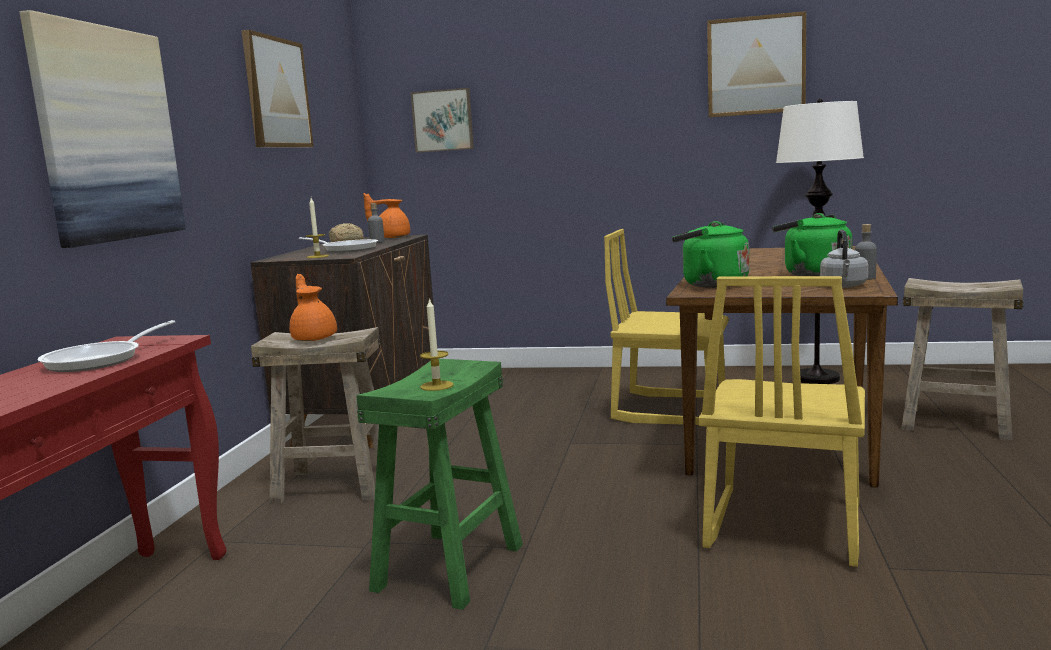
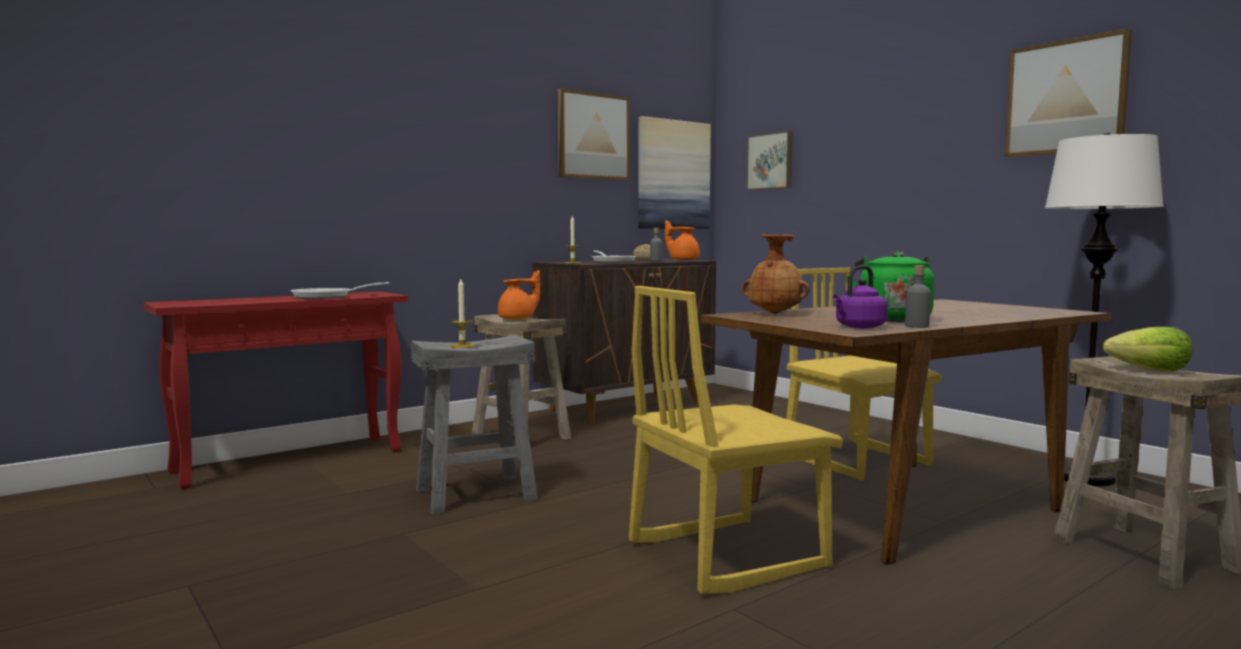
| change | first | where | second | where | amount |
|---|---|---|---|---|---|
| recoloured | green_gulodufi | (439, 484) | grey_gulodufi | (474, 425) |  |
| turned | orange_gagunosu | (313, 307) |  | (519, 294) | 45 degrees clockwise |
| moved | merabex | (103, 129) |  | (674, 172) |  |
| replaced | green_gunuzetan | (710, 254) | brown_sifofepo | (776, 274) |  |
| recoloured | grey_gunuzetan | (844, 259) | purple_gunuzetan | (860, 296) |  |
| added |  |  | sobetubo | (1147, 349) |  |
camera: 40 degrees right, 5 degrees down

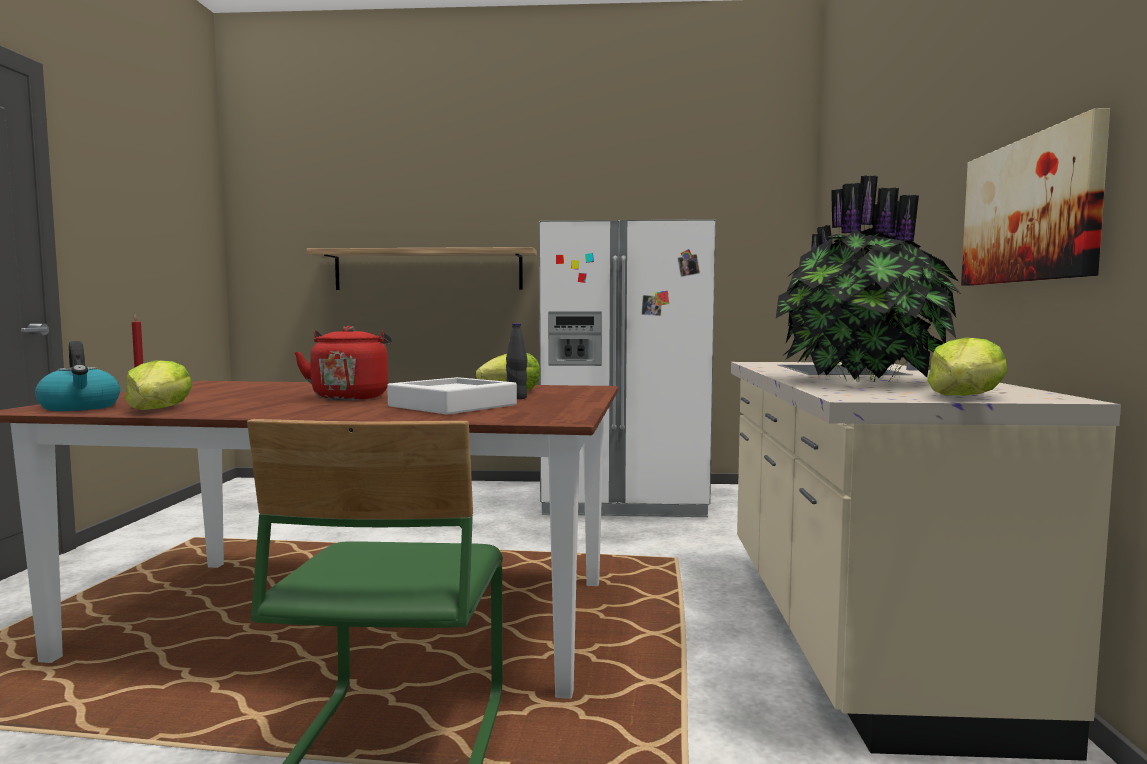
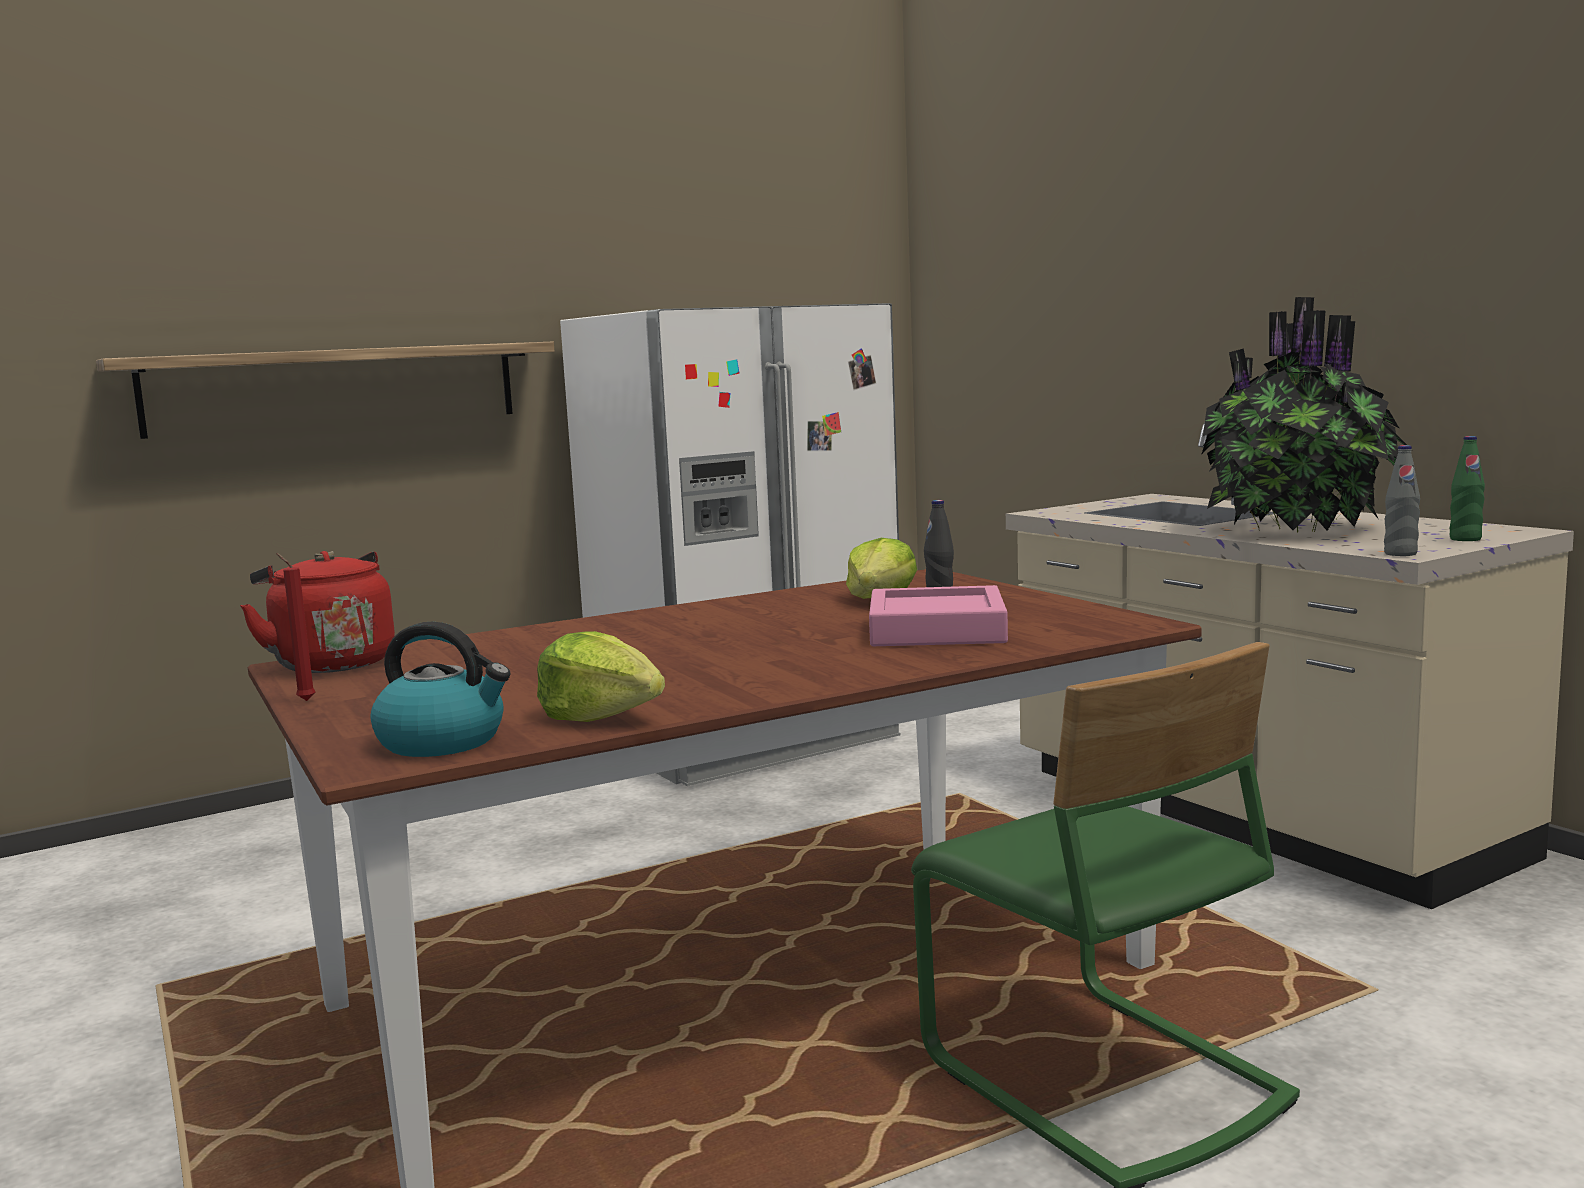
| change | first | where | second | where | amount |
|---|---|---|---|---|---|
| moved | red_gunuzetan | (343, 363) |  | (317, 612) |  |
| recoloured | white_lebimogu | (452, 396) | pink_lebimogu | (938, 615) |  |
| added |  |  | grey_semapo | (1402, 500) |  |
| replaced | sobetubo | (967, 366) | green_semapo | (1467, 488) |  |
| removed | merabex | (1035, 197) |  |  |  |
camera: 35 degrees left, 5 degrees up

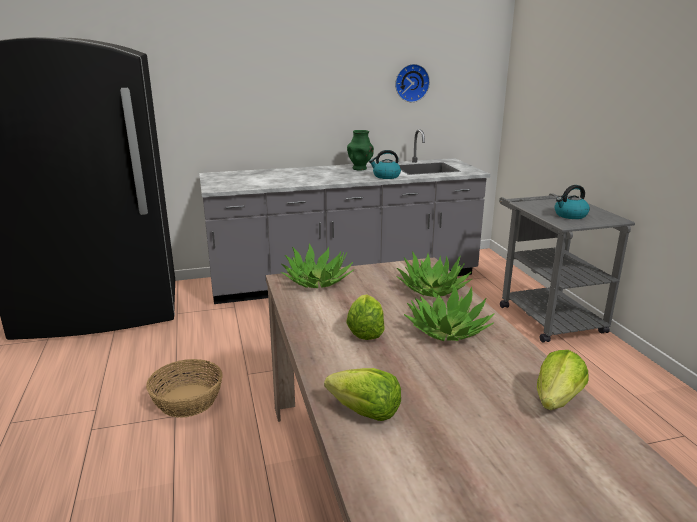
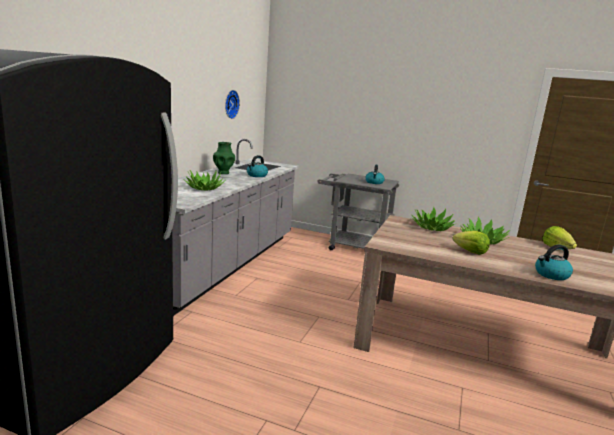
| change | first | where | second | where | amount |
|---|---|---|---|---|---|
| moved | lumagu | (317, 266) |  | (204, 180) |  |
| replaced | sobetubo | (362, 394) | gunuzetan | (554, 262) |  |
| removed | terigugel | (184, 388) |  |  |  |
camera: 55 degrees left, 5 degrees down

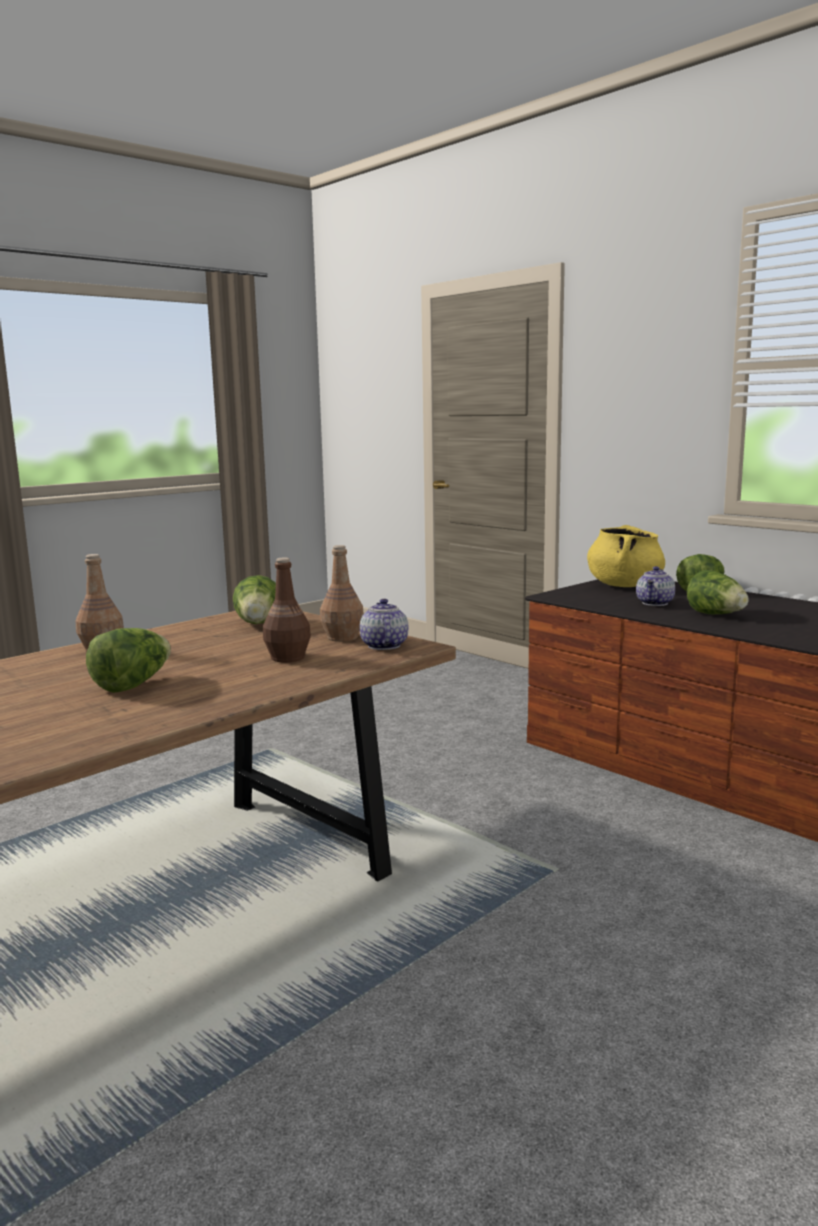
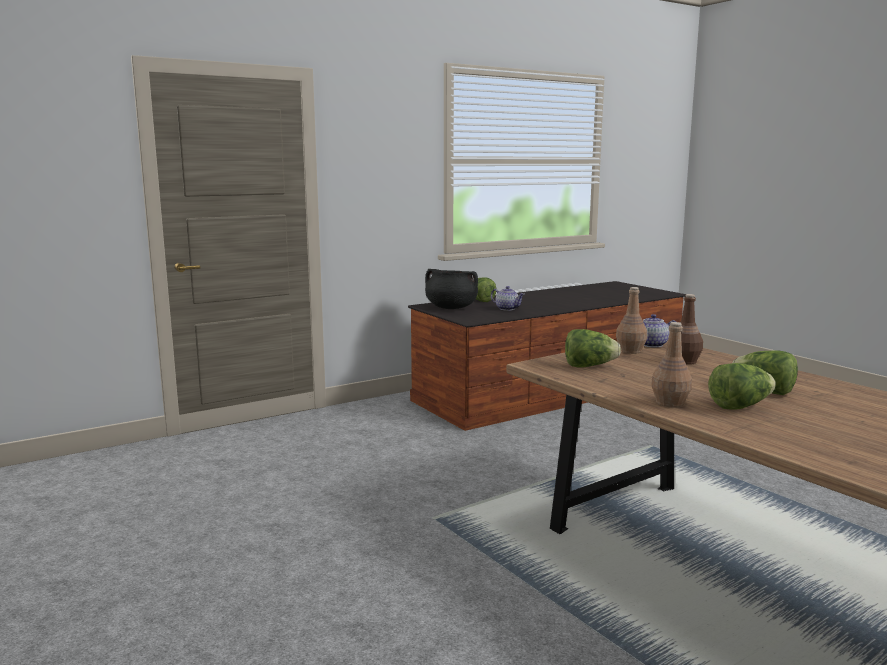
| change | first | where | second | where | amount |
|---|---|---|---|---|---|
| recoloured | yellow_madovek | (626, 556) | black_madovek | (451, 289) |  |
| moved | sobetubo | (718, 592) |  | (742, 386) |  |
camera: 80 degrees left, 0 degrees up

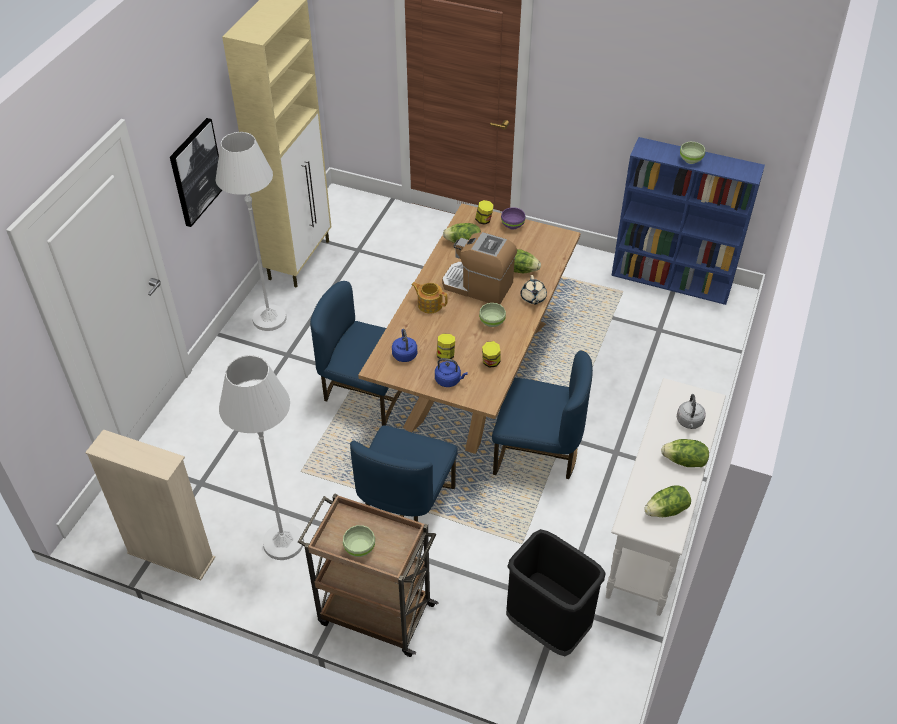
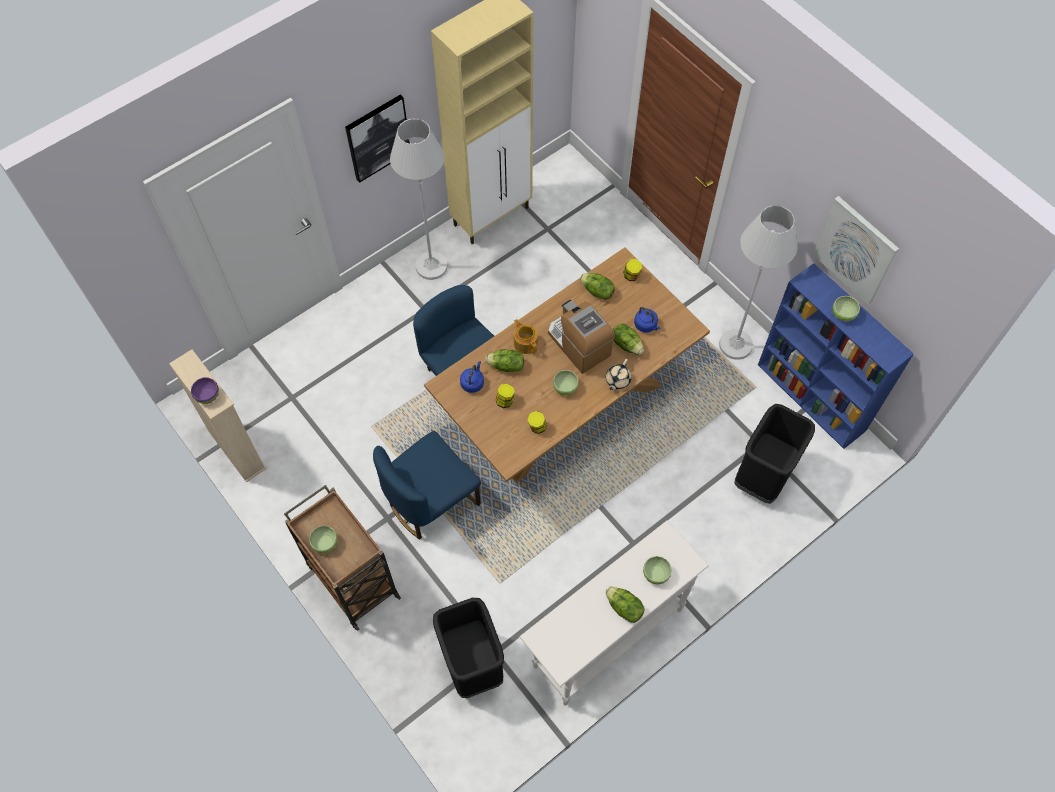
| change | first | where | second | where | amount |
|---|---|---|---|---|---|
| moved | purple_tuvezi | (513, 218) |  | (205, 391) |  |
| moved | sobetubo | (667, 501) |  | (504, 360) |  |
| moved | blue_gunuzetan | (451, 372) |  | (647, 320) |  |
| replaced | grey_gunuzetan | (691, 411) | green_tuvezi | (657, 570) |  |
| moved | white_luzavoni | (261, 457) |  | (758, 282) |  |
| added |  |  | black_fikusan | (774, 454) |  |
| added |  |  | merabex | (856, 250) |  |
| removed | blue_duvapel | (542, 415) |  |  |  |
camera: 30 degrees right, 15 degrees up

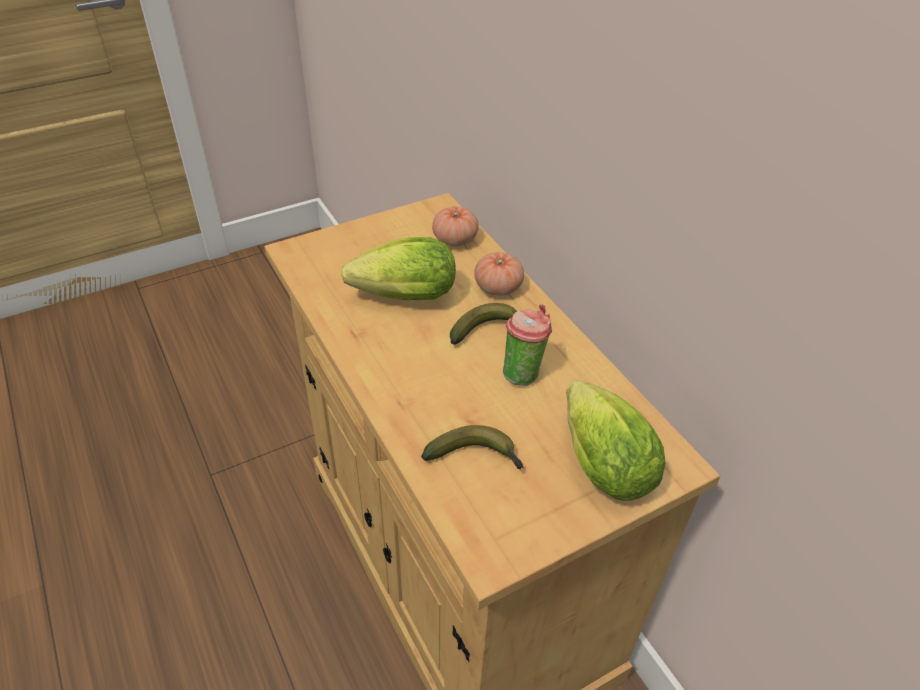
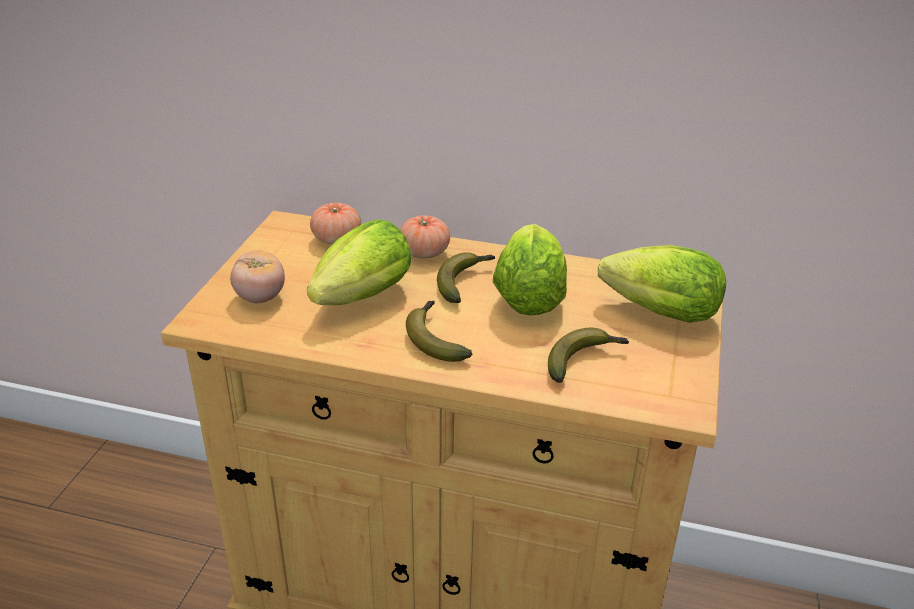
| change | first | where | second | where | amount |
|---|---|---|---|---|---|
| added |  |  | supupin | (257, 276) |  |
| added |  |  | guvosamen | (439, 331) |  |
| replaced | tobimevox | (527, 345) | sobetubo | (530, 269) |  |
camera: 45 degrees left, 10 degrees down

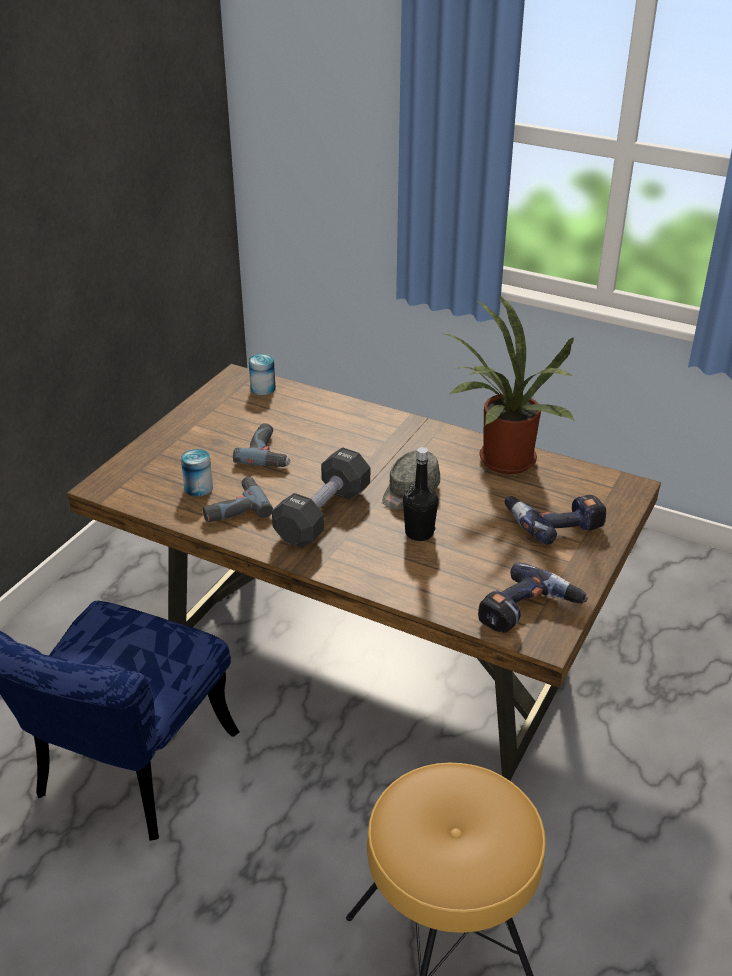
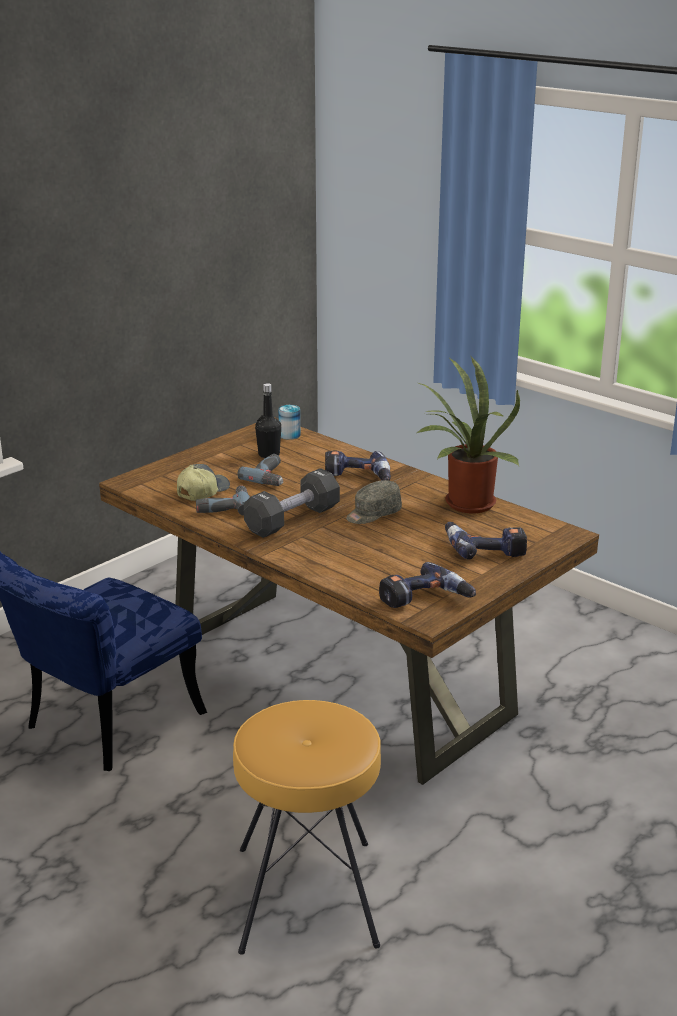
| change | first | where | second | where | amount |
|---|---|---|---|---|---|
| replaced | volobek | (197, 473) | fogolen | (203, 482) |  |
| moved | black_semapo | (420, 494) |  | (268, 420) |  |
| added |  |  | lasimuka | (358, 466) |  |
camera: 15 degrees right, 10 degrees down

